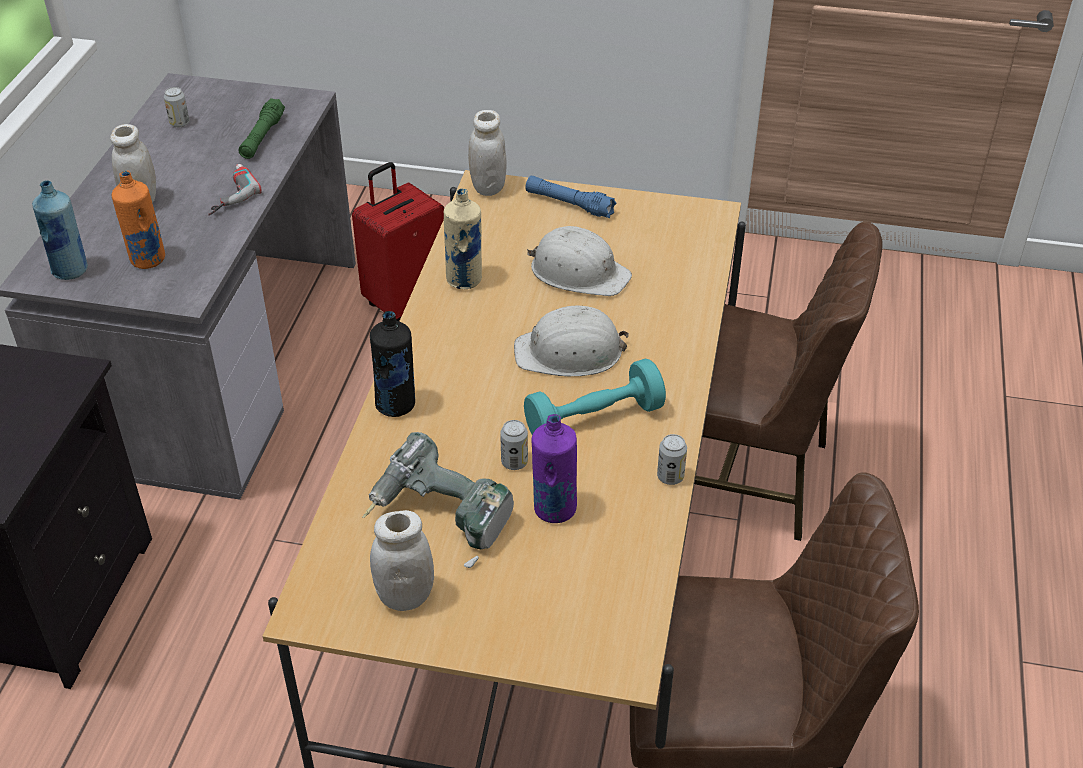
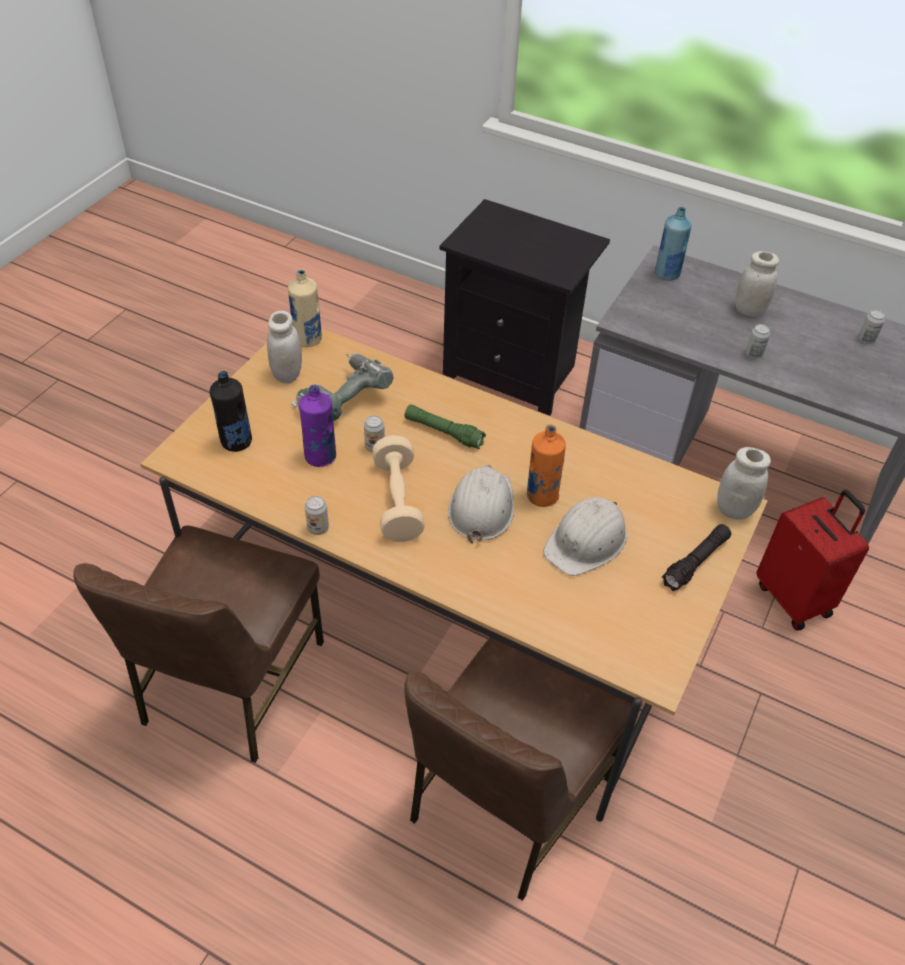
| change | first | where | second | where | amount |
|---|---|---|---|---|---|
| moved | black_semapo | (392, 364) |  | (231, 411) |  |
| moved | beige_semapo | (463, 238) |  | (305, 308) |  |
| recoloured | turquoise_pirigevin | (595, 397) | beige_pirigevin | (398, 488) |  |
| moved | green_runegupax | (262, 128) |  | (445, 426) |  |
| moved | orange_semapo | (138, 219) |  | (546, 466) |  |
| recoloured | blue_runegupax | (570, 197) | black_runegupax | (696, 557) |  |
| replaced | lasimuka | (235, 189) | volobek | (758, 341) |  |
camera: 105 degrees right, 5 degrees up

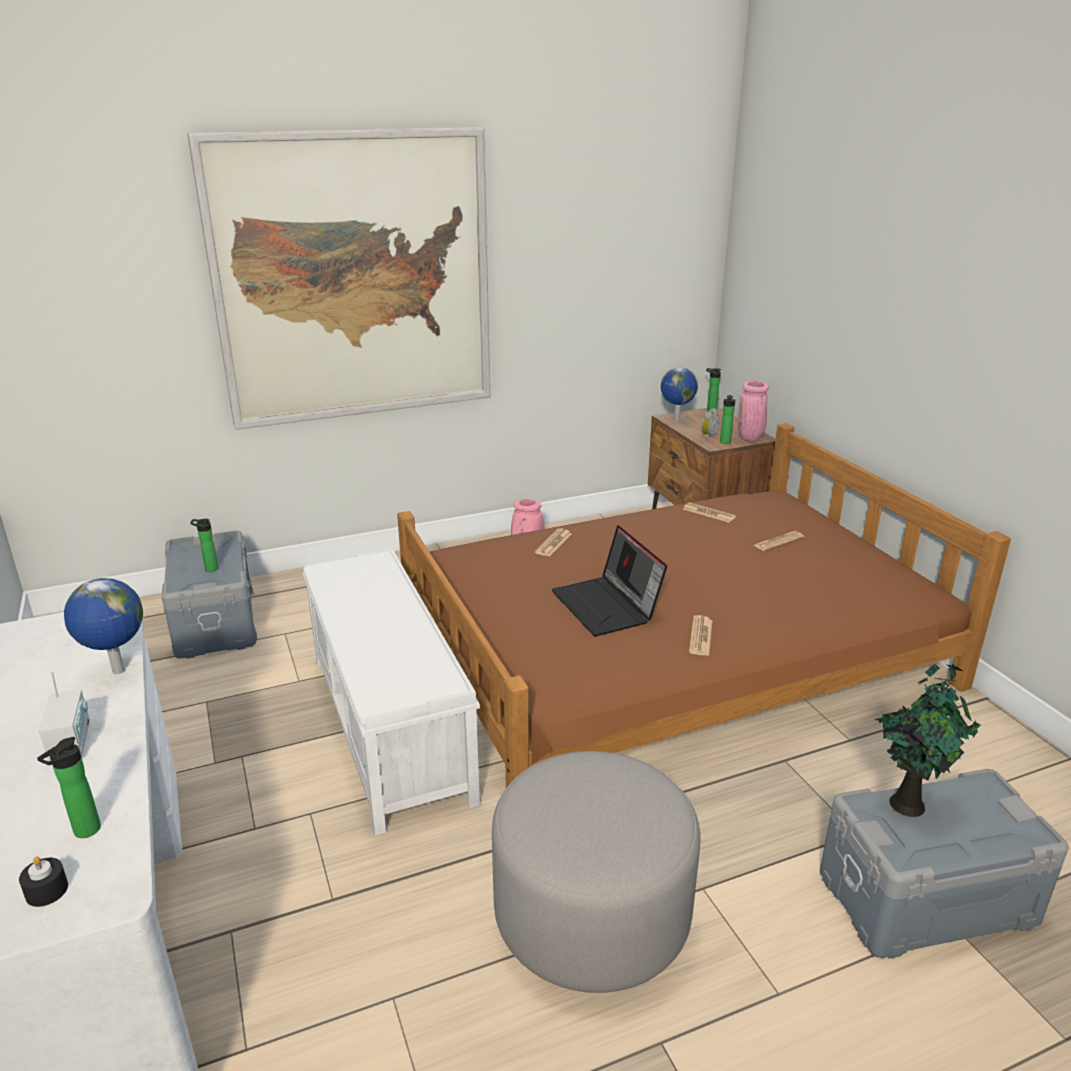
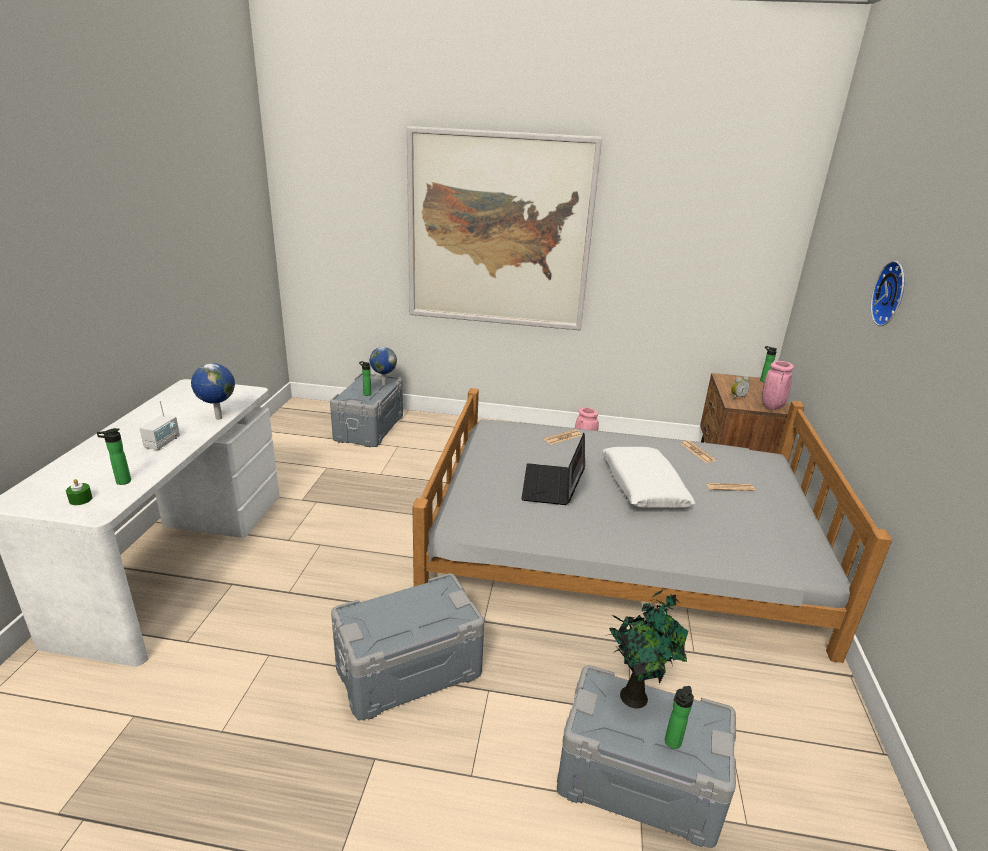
| change | first | where | second | where | amount |
|---|---|---|---|---|---|
| recoloured | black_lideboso | (43, 881) | green_lideboso | (79, 492) |  |
| replaced | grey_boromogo | (596, 872) | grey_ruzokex | (407, 646) |  |
| moved | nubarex | (679, 394) |  | (383, 366) |  |
| recoloured | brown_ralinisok | (704, 605) | grey_ralinisok | (652, 525) |  |
| added |  |  | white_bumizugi | (648, 477) |  |
| moved | semapo | (727, 419) |  | (679, 717) |  |
| added |  |  | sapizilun | (887, 293) |  |
| removed | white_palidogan | (391, 691) |  |  |  |
| removed | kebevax | (701, 635) |  |  |  |
camera: 30 degrees right, 0 degrees up

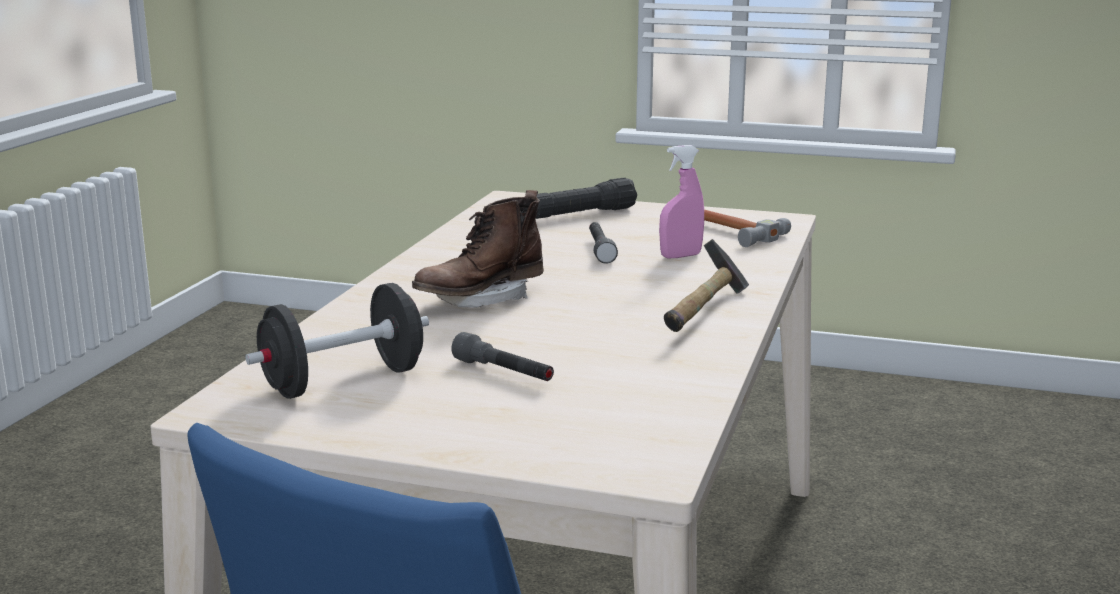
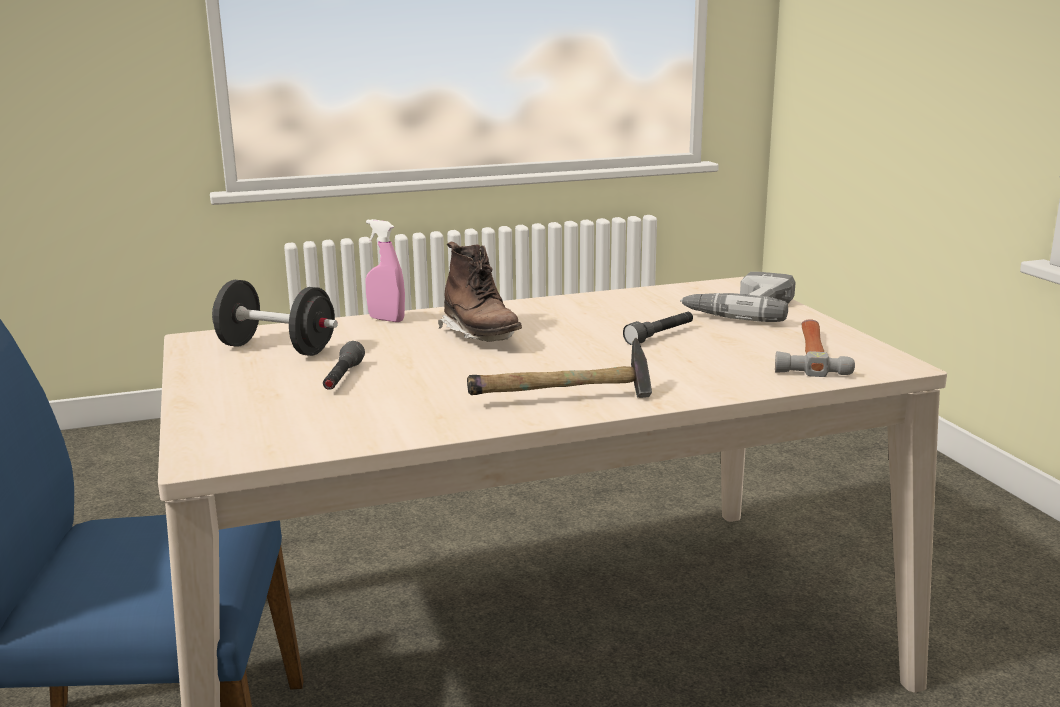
| change | first | where | second | where | amount |
|---|---|---|---|---|---|
| moved | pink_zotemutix | (681, 202) |  | (385, 270) |  |
| turned | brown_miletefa | (478, 249) |  | (480, 292) | 135 degrees counterclockwise |
| replaced | black_runegupax | (586, 198) | lasimuka | (738, 297) |  |
camera: 55 degrees right, 0 degrees up

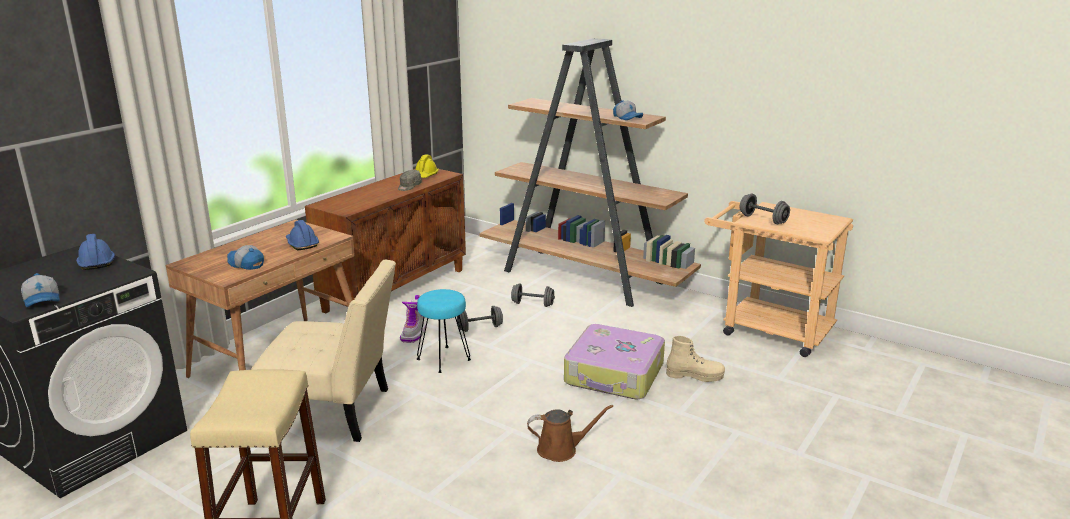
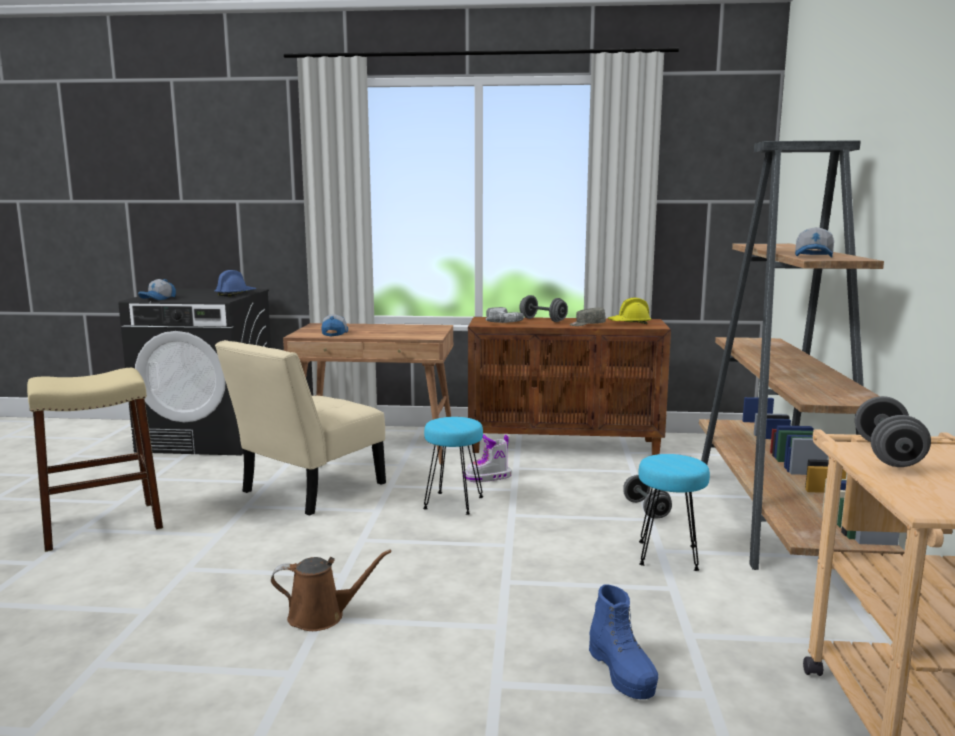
| change | first | where | second | where | amount |
|---|---|---|---|---|---|
| turned | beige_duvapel | (323, 351) |  | (300, 428) | 60 degrees clockwise |
| turned | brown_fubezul | (570, 433) |  | (331, 590) | 60 degrees counterclockwise |
| added |  |  | lasimuka | (504, 315) |  |
| moved | grey_pirigevin | (480, 319) |  | (544, 308) |  |
| recoloured | beige_miletefa | (695, 359) | blue_miletefa | (623, 641) |  |
| added |  |  | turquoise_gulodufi | (674, 512) |  |
| removed | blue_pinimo | (302, 235) |  |  |  |
| removed | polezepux | (614, 361) |  |  |  |
camera: 60 degrees right, 10 degrees down

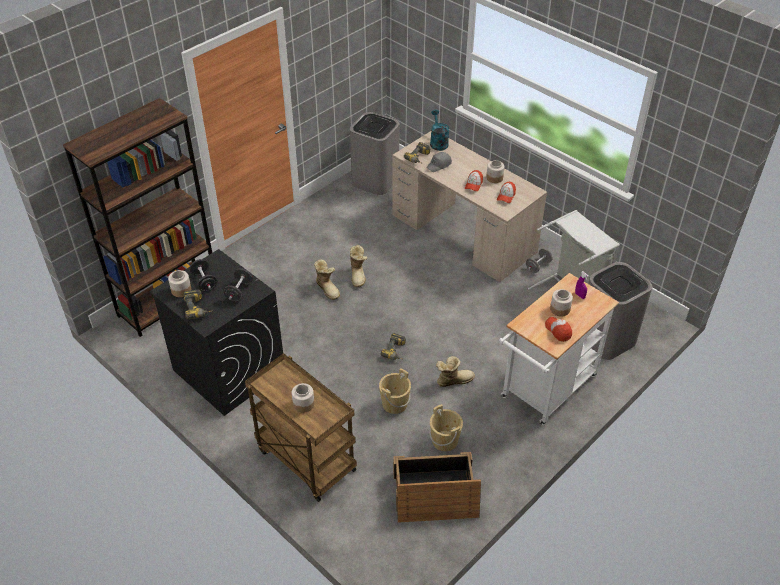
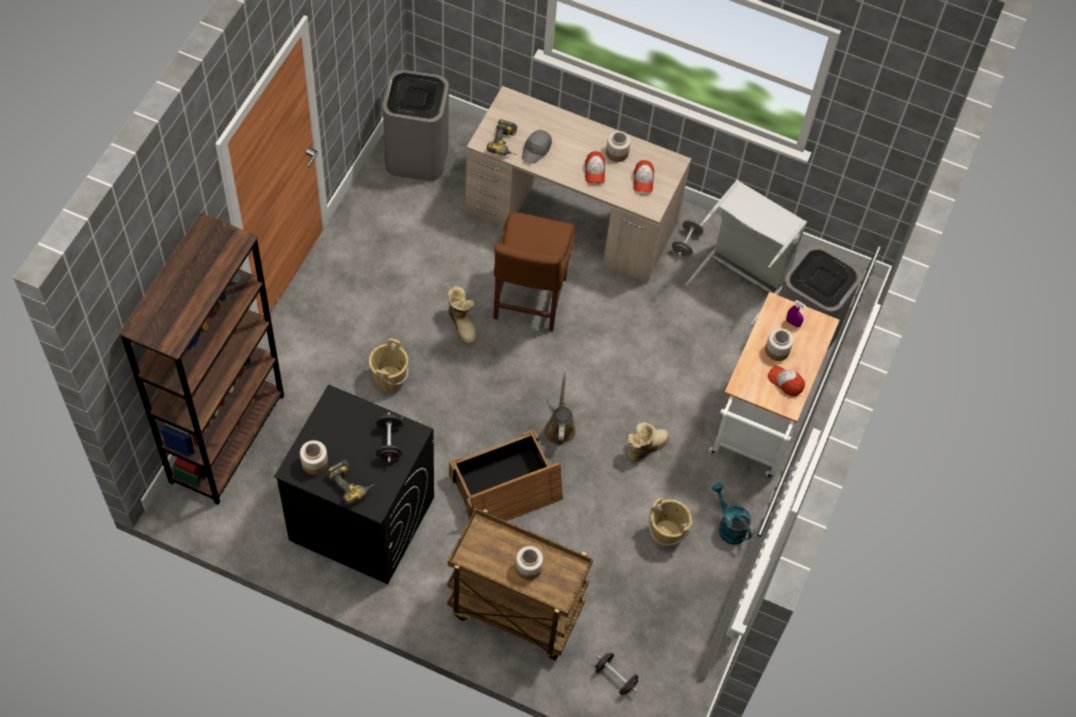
| change | first | where | second | where | amount |
|---|---|---|---|---|---|
| moved | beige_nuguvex | (395, 391) |  | (388, 365) |  |
| moved | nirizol | (437, 487) |  | (506, 475) |  |
| added |  |  | brown_duvapel | (534, 271) |  |
| replaced | lasimuka | (393, 346) | brown_fubezul | (560, 408) |  |
| moved | black_pirigevin | (203, 275) |  | (616, 674) |  |
| moved | turquoise_fubezul | (439, 130) |  | (732, 514) |  |
| removed | miletefa | (327, 279) |  |  |  |
camera: 25 degrees left, 15 degrees up

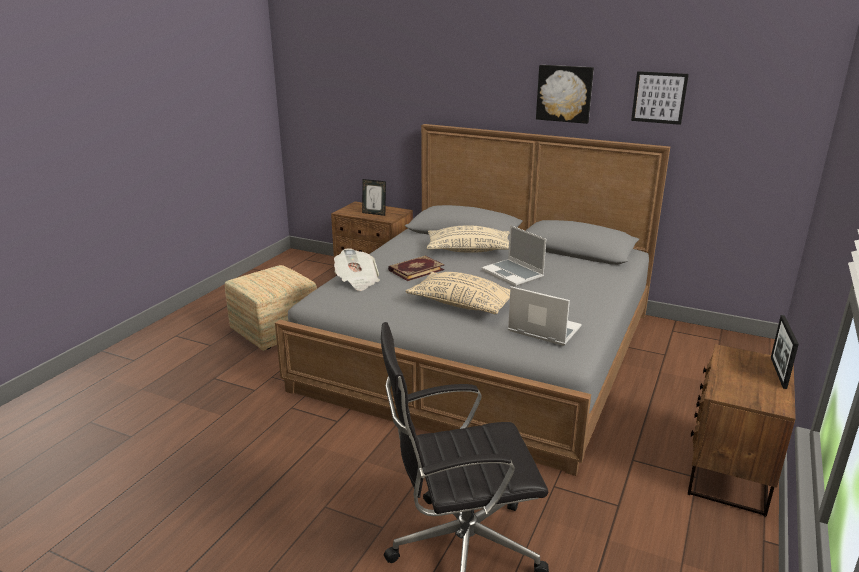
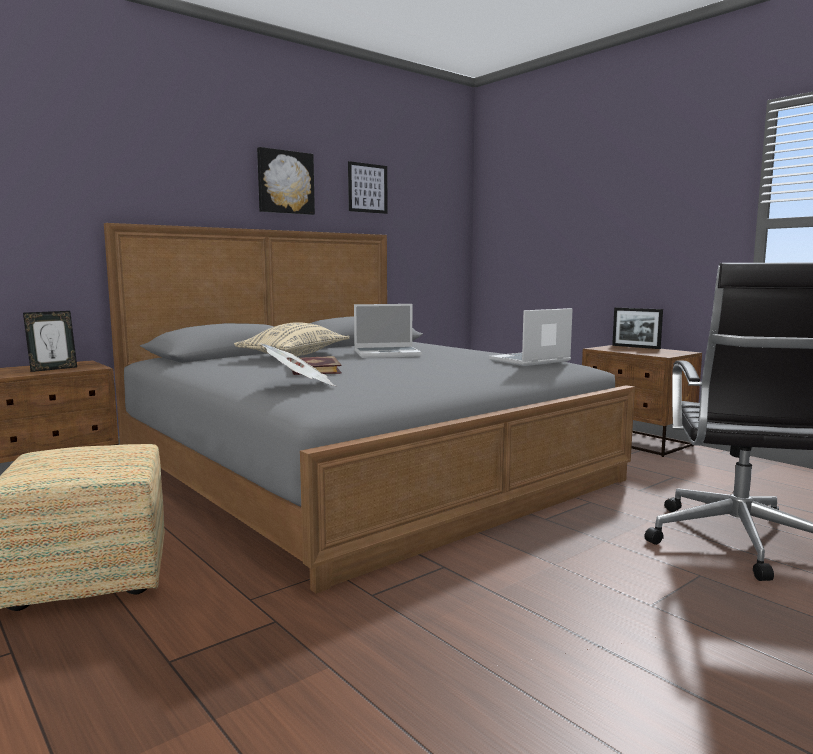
| change | first | where | second | where | amount |
|---|---|---|---|---|---|
| removed | beige_bumizugi | (457, 293) |  |  |  |
camera: 65 degrees left, 15 degrees down

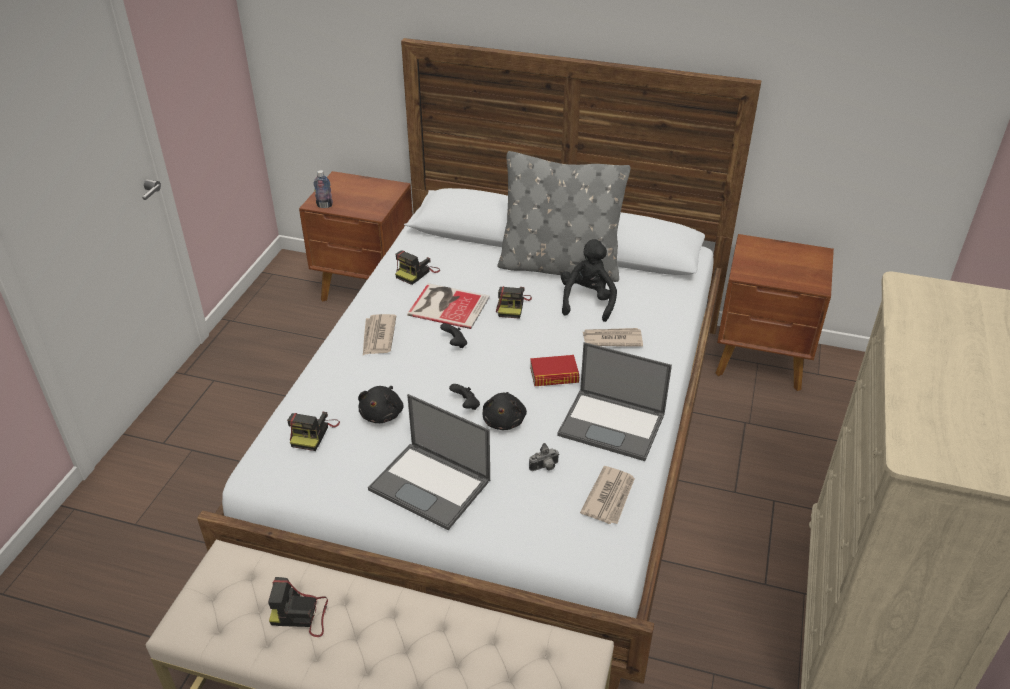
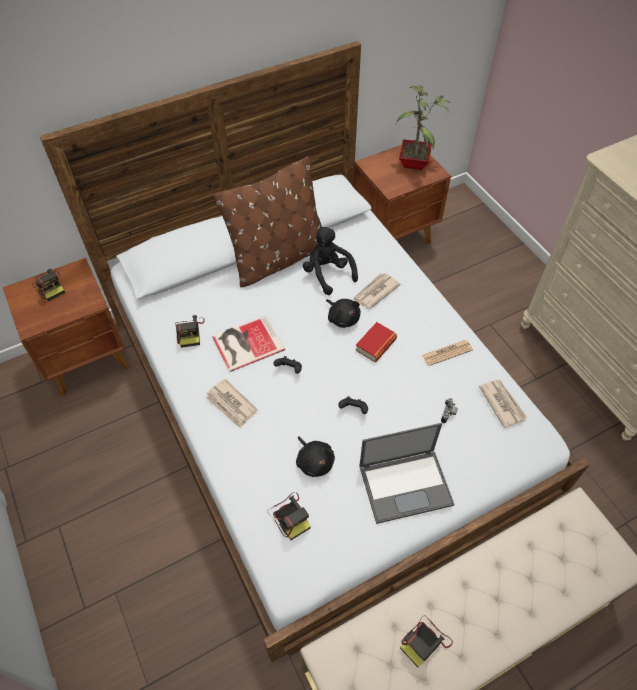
| change | first | where | second | where | amount |
|---|---|---|---|---|---|
| moved | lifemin | (514, 302) |  | (48, 285) |  |
| recoloured | grey_bumizugi | (564, 216) | brown_bumizugi | (268, 222) |  |
| moved | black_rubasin | (505, 411) |  | (343, 313) |  |
| added |  |  | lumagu | (423, 128) |  |
| replaced | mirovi | (614, 401) | kebevax | (447, 353) |  |
| removed | semapo | (323, 189) |  |  |  |
camera: 45 degrees left, 15 degrees up

